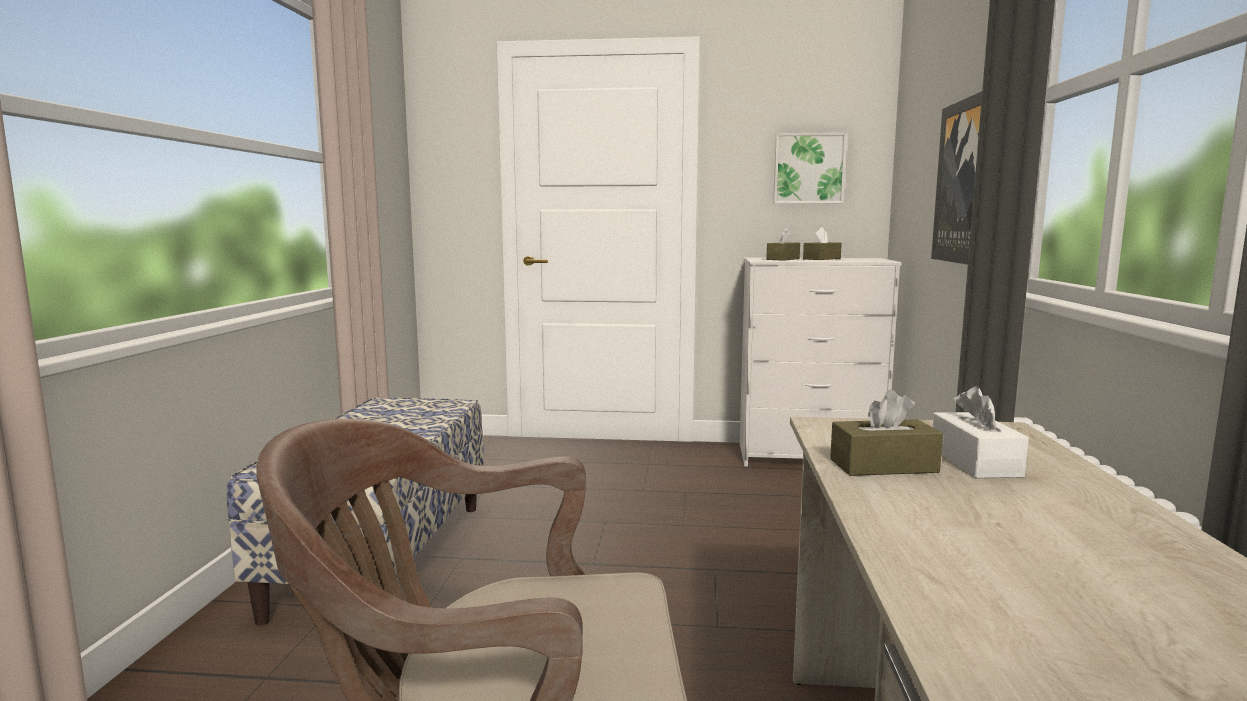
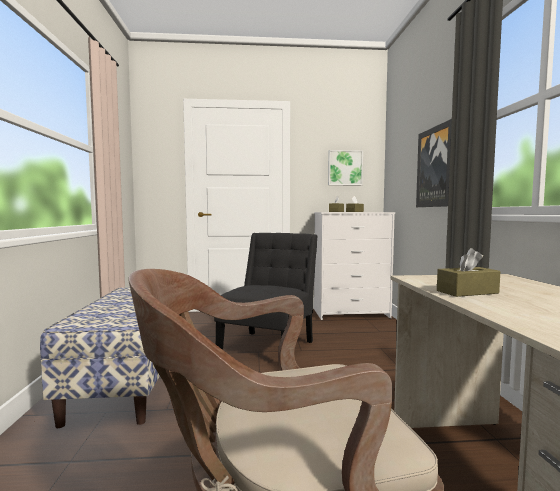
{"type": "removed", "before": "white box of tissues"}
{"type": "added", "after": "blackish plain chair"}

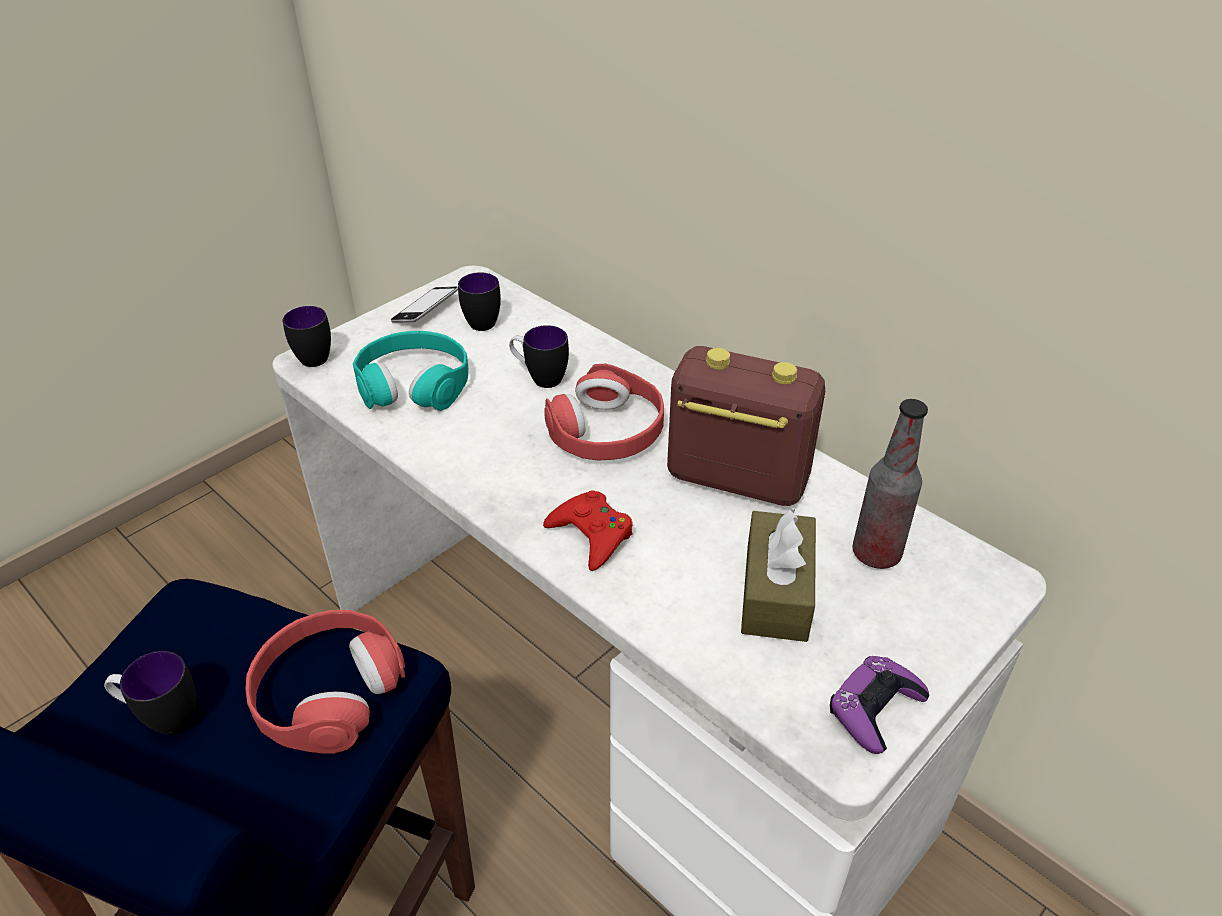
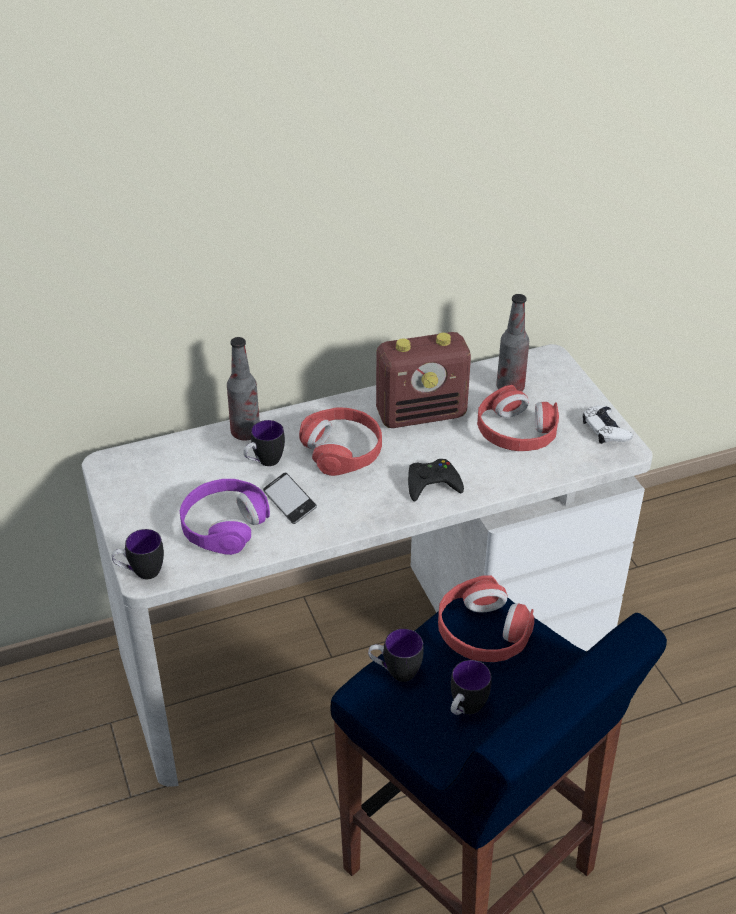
{"type": "recoloured", "before": "turquoise-coloured headphones", "after": "purple-coloured headphones"}
{"type": "moved", "before": "handset"}
{"type": "moved", "before": "tea mug (3rd from left)"}
{"type": "recoloured", "before": "reddish game controller", "after": "blackish game controller"}
{"type": "turned", "before": "radio", "turn": -150}
{"type": "replaced", "before": "brownish box of tissues", "after": "reddish headphones (3rd from left)"}
{"type": "recoloured", "before": "purple-coloured game controller", "after": "white game controller"}
{"type": "added", "after": "bottle (1st from left)"}

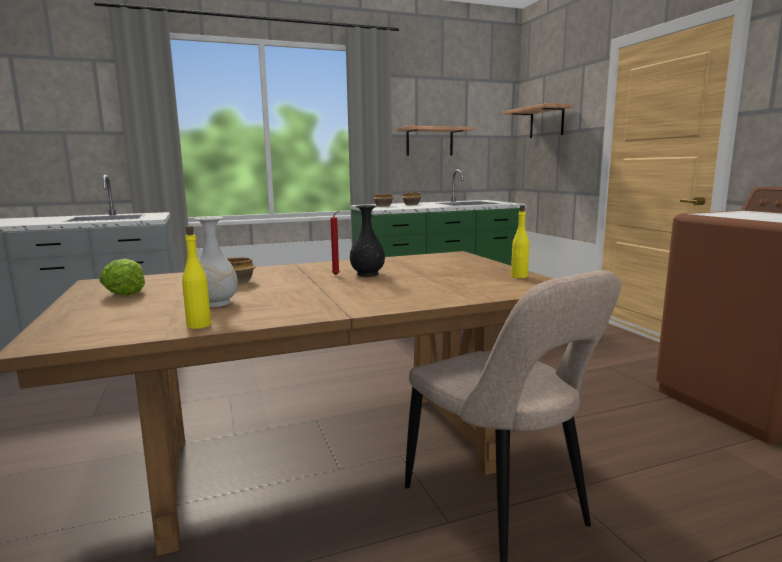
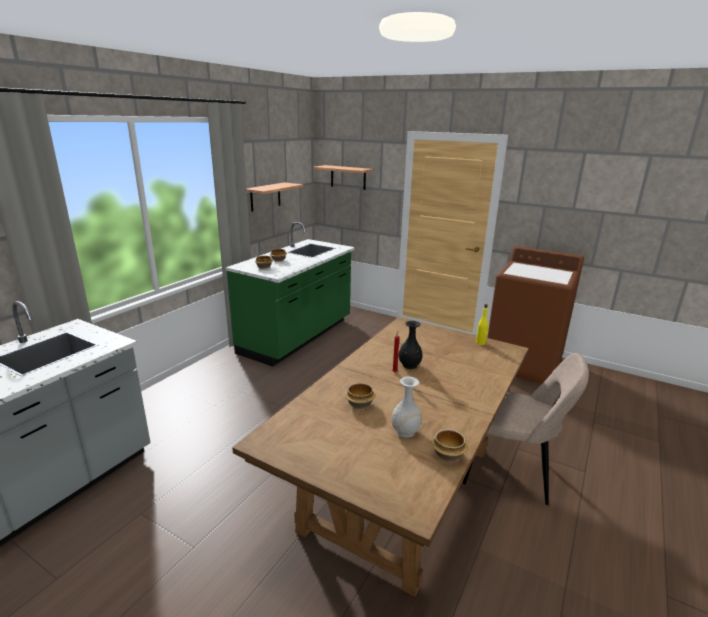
{"type": "removed", "before": "lettuce head"}
{"type": "replaced", "before": "yellow-coloured bottle (1st from left)", "after": "deep dish (4th from left)"}

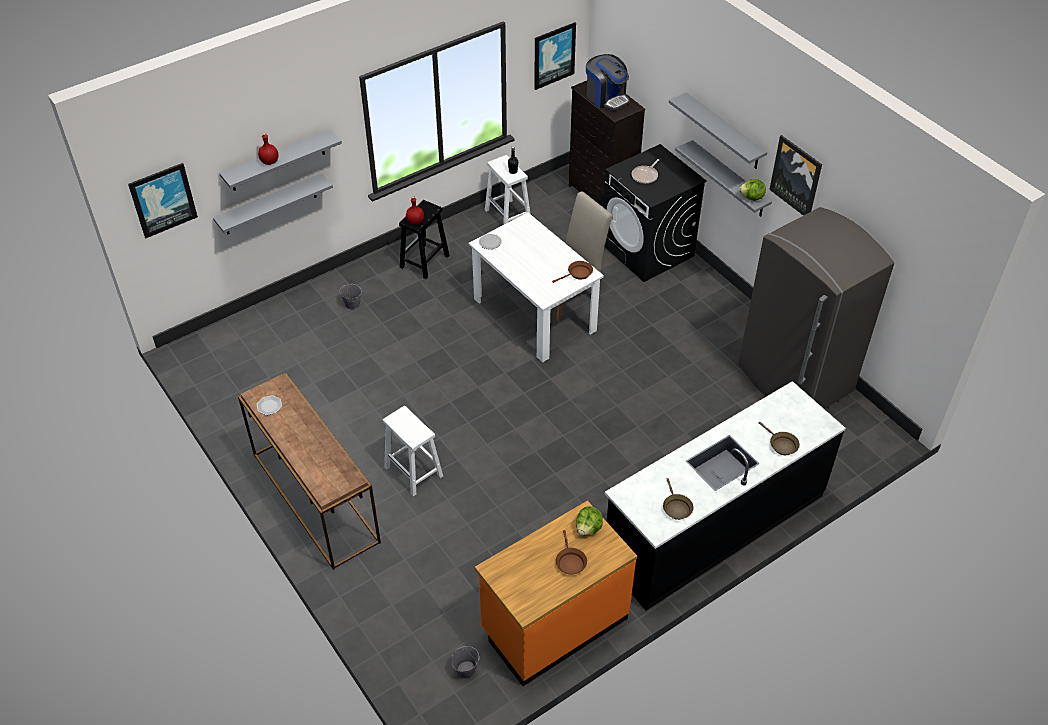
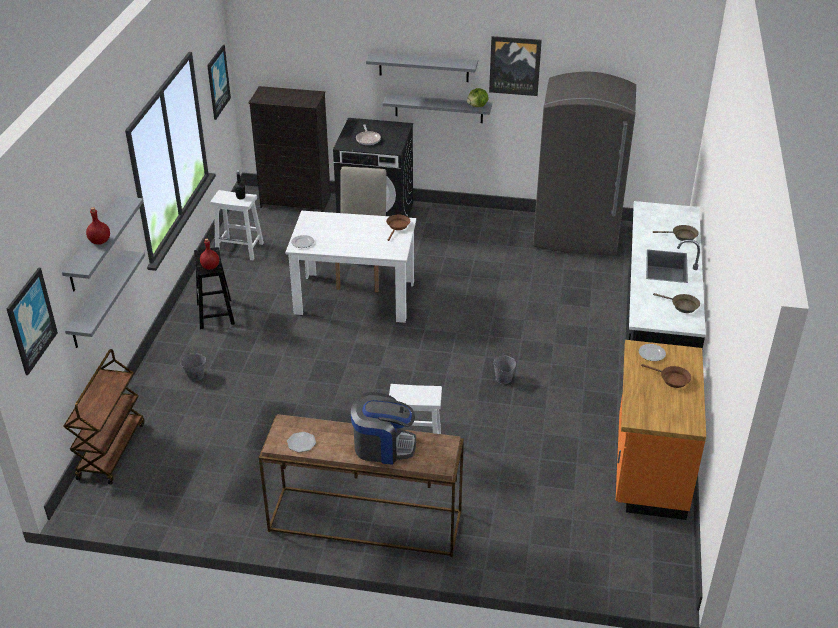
{"type": "moved", "before": "gray pail (2nd from left)"}
{"type": "replaced", "before": "lettuce head (1st from left)", "after": "plate (3rd from left)"}
{"type": "moved", "before": "coffee maker"}
{"type": "added", "after": "brownish trolley"}

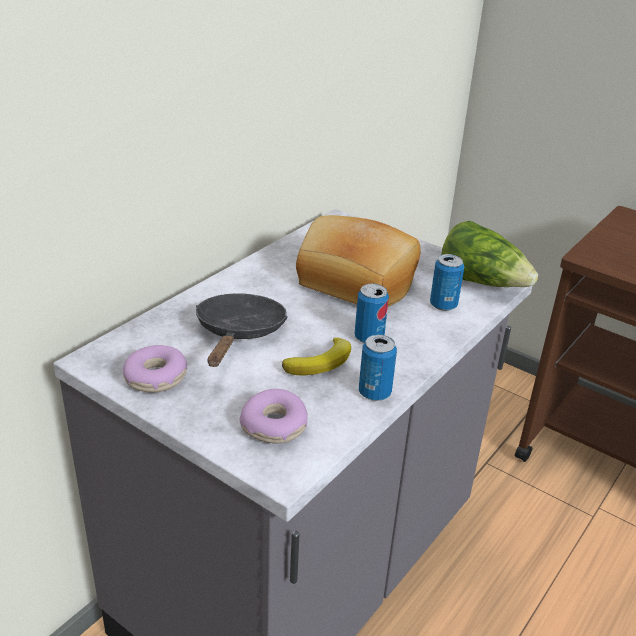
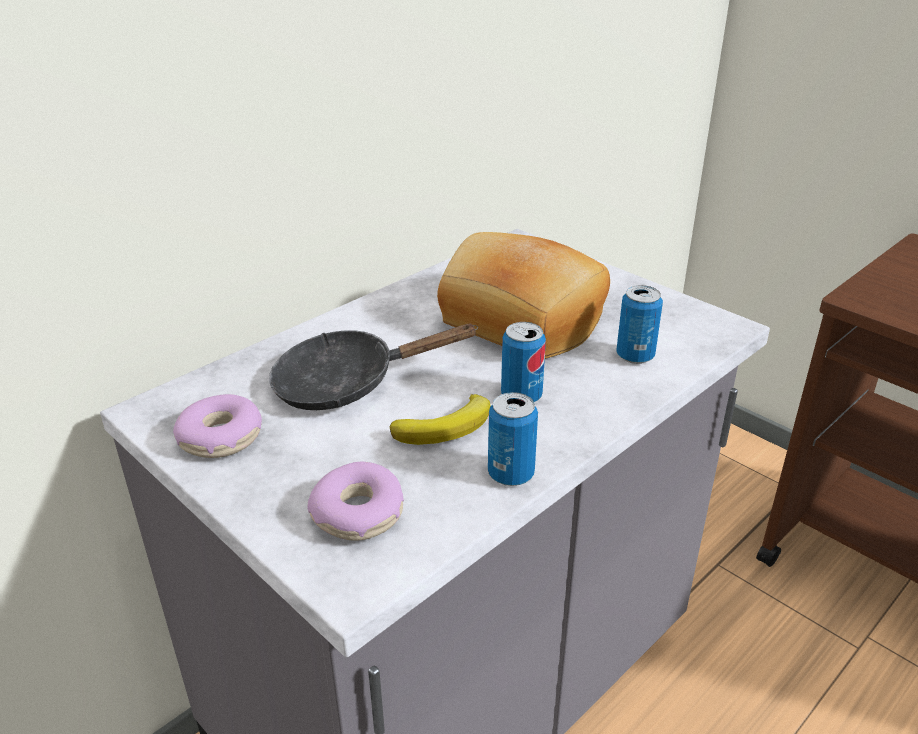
{"type": "turned", "before": "blackish skillet", "turn": -120}
{"type": "removed", "before": "lettuce head"}

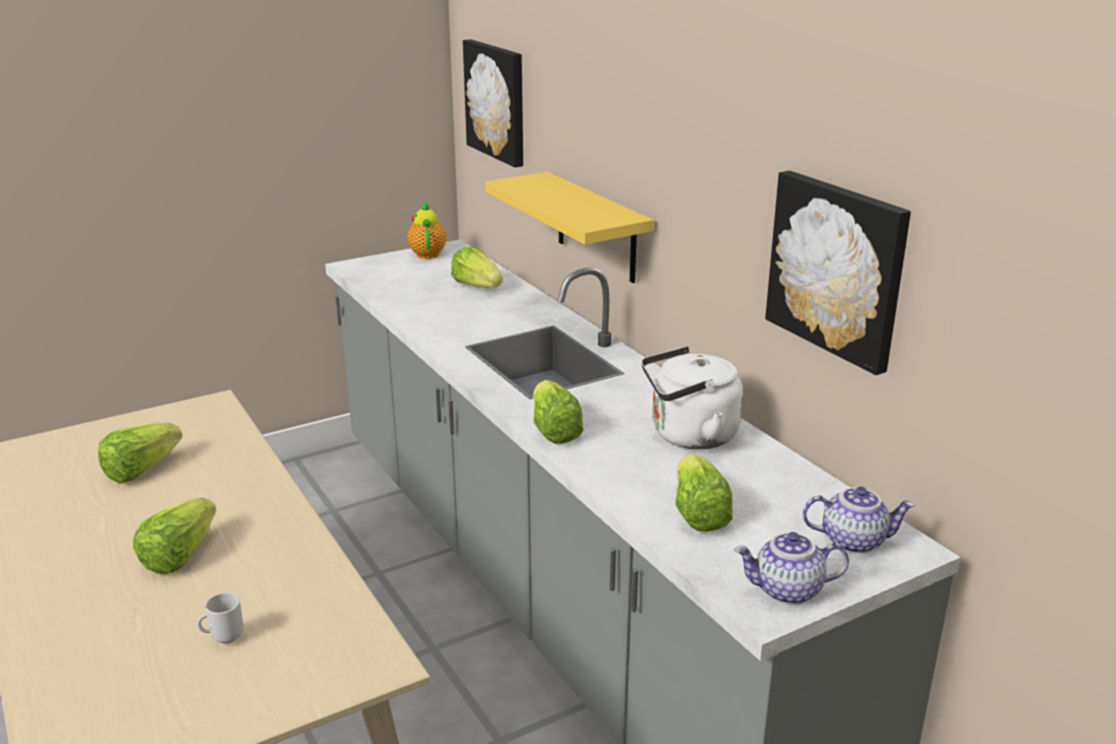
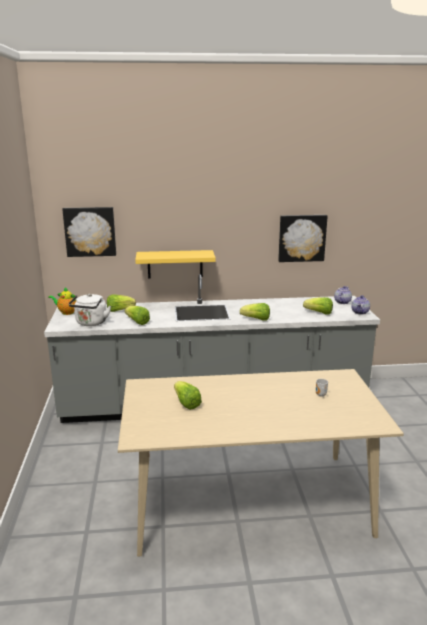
{"type": "moved", "before": "lettuce head (2nd from left)"}
{"type": "moved", "before": "white tea kettle"}

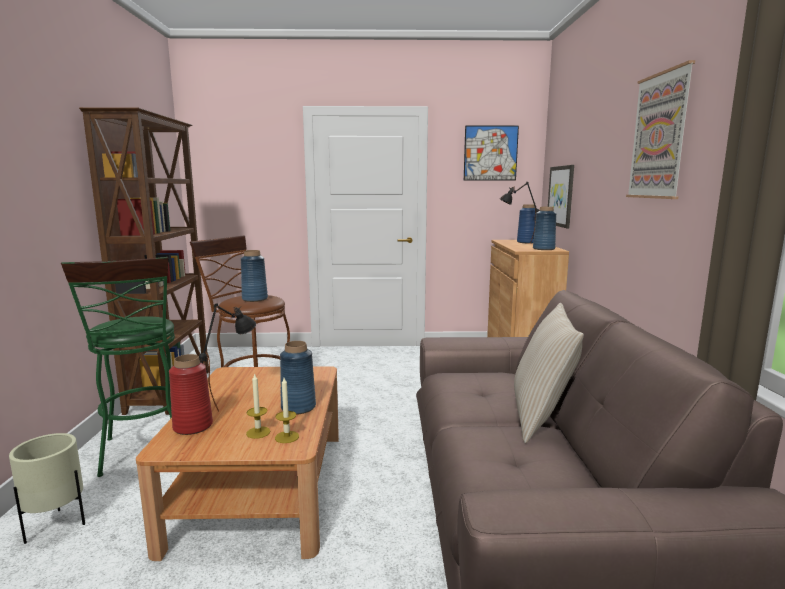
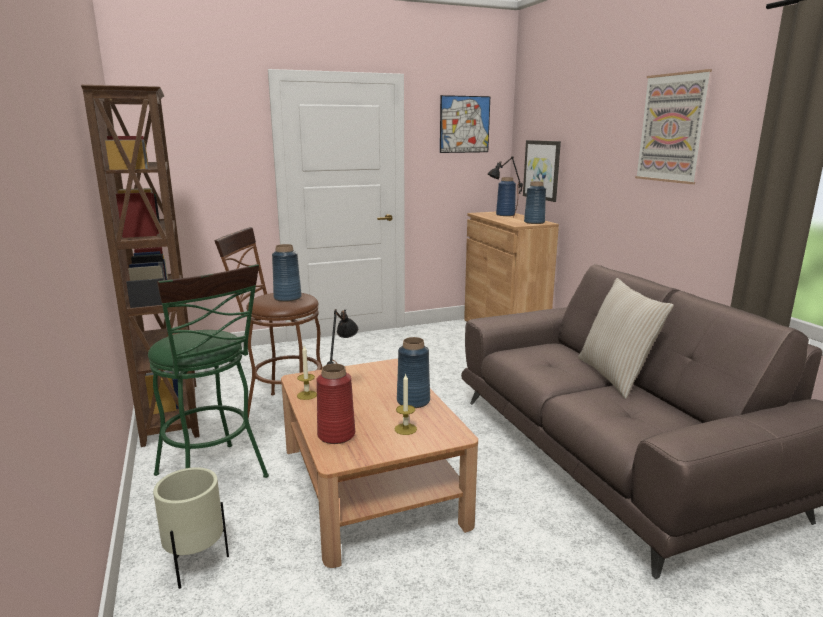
{"type": "moved", "before": "wax candle (2nd from left in the first image)", "after": "wax candle (1st from left)"}

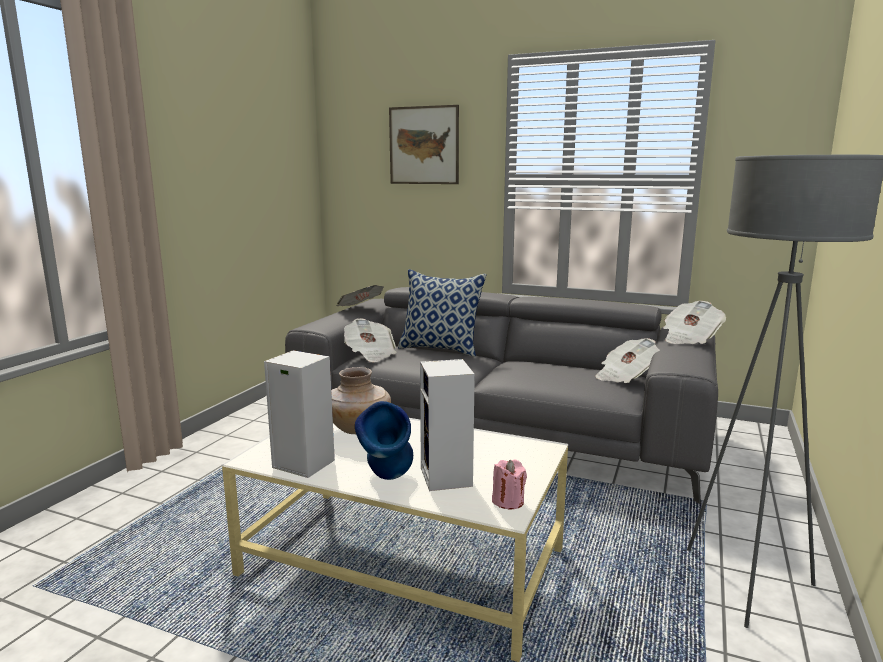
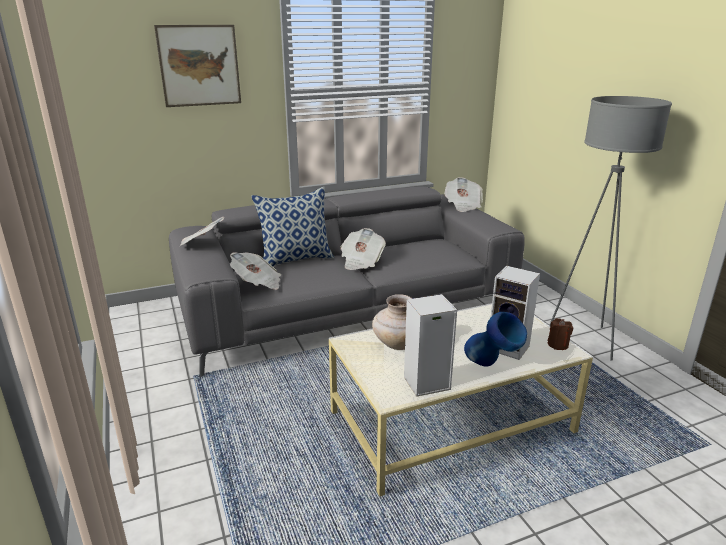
{"type": "recoloured", "before": "pinkish wax candle", "after": "brownish wax candle"}
{"type": "moved", "before": "daily paper (3rd from left)"}

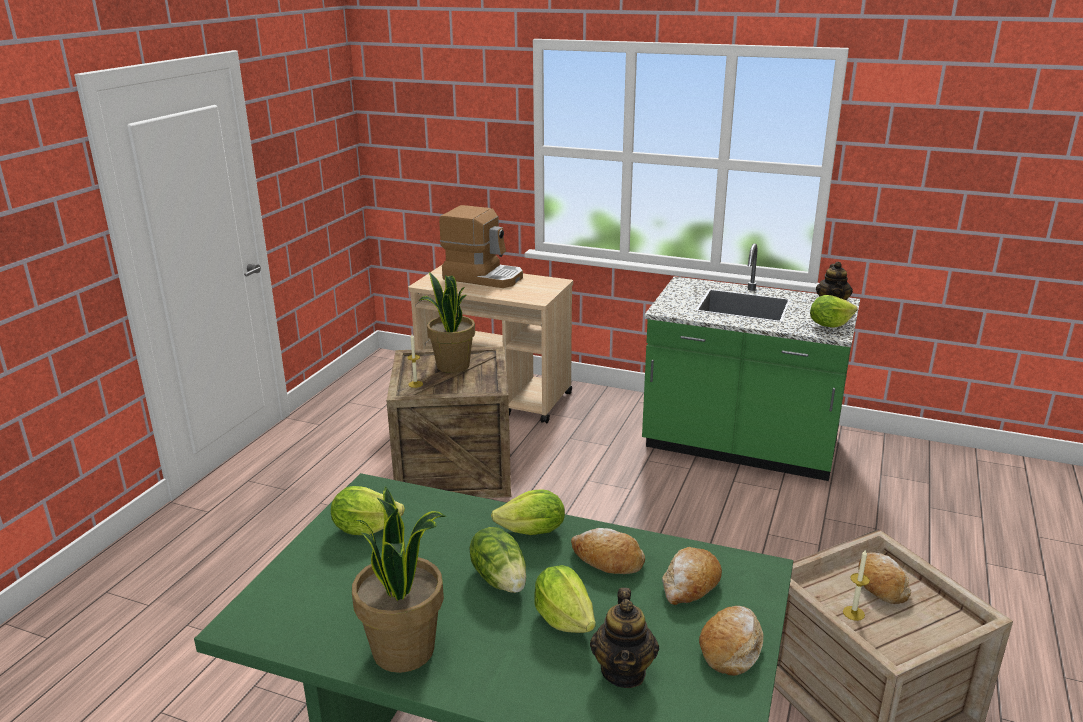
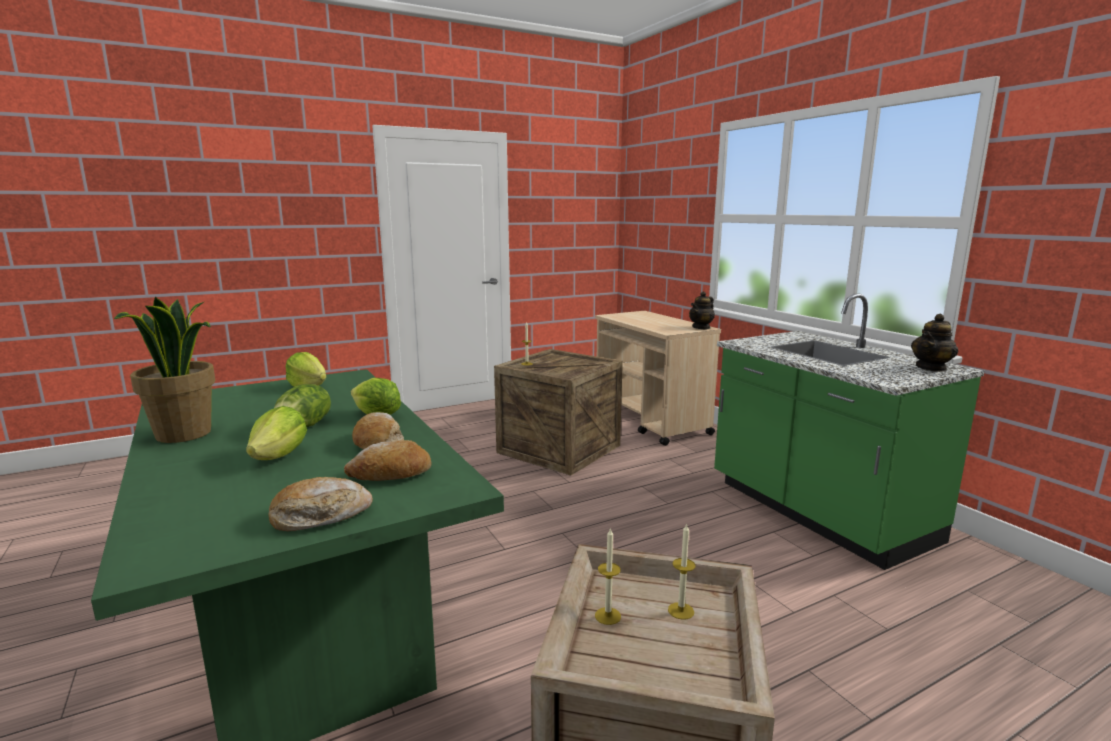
{"type": "removed", "before": "potted plant (2nd from left)"}
{"type": "removed", "before": "coffee maker"}
{"type": "moved", "before": "tea pot (1st from left)"}
{"type": "removed", "before": "lettuce head (5th from left)"}
{"type": "replaced", "before": "baked bread (4th from left)", "after": "wax candle (3rd from left)"}

